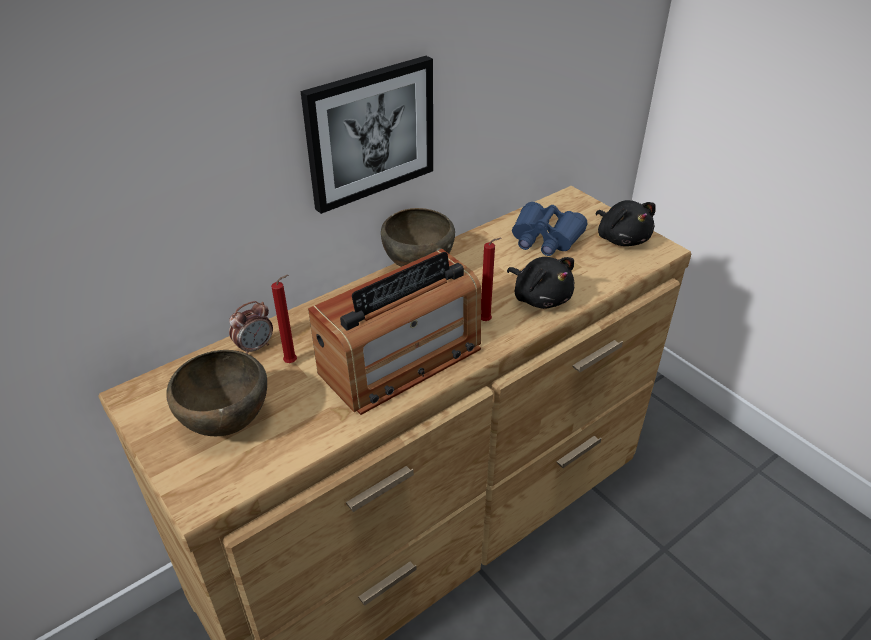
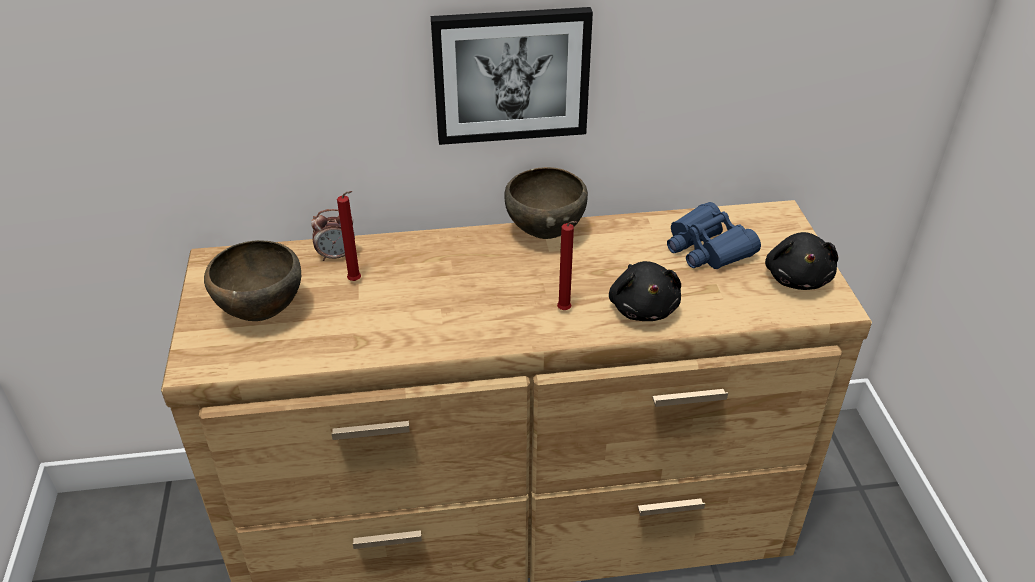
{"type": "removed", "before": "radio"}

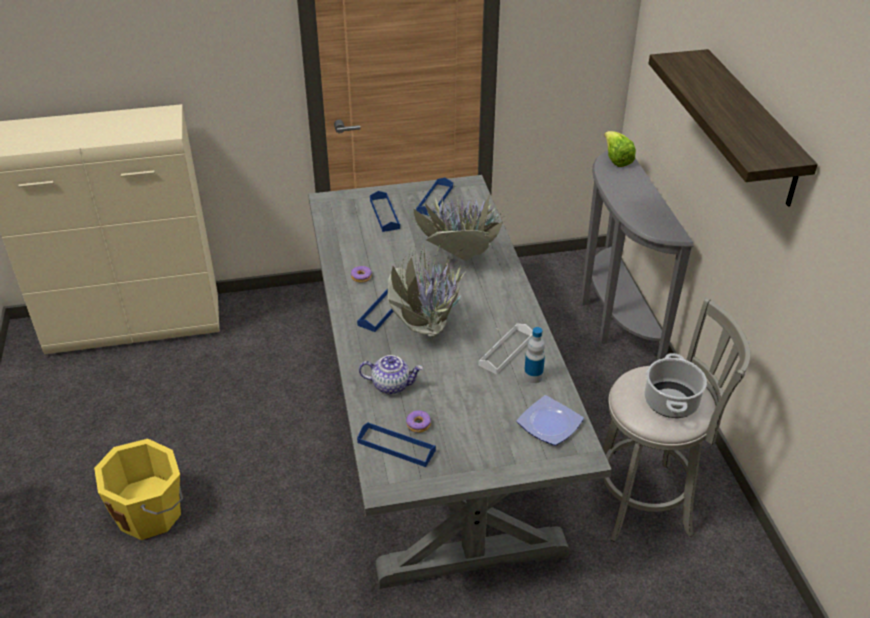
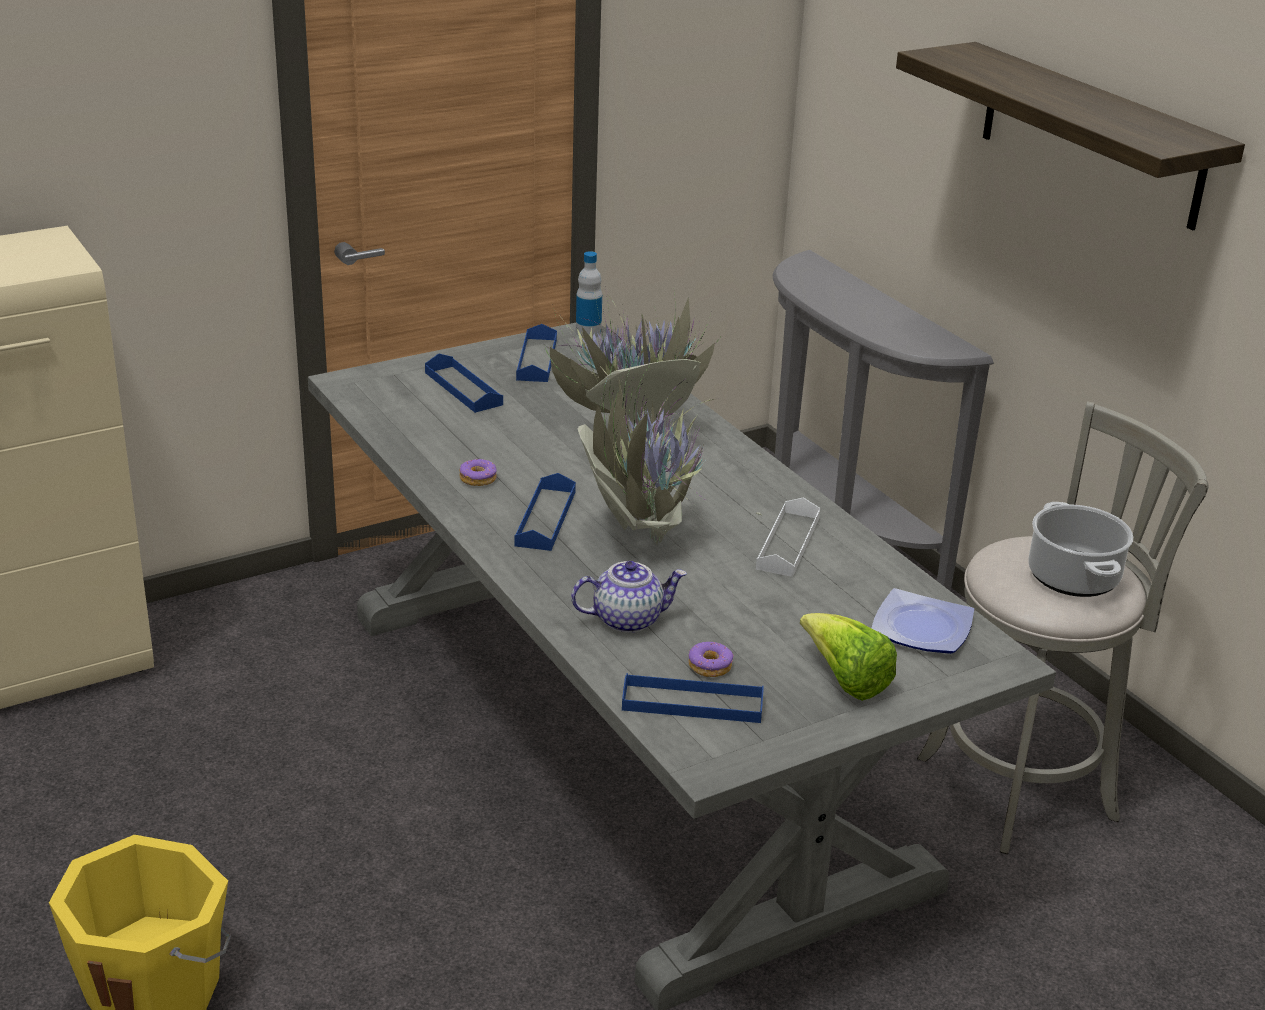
{"type": "moved", "before": "bottle"}
{"type": "moved", "before": "lettuce head"}

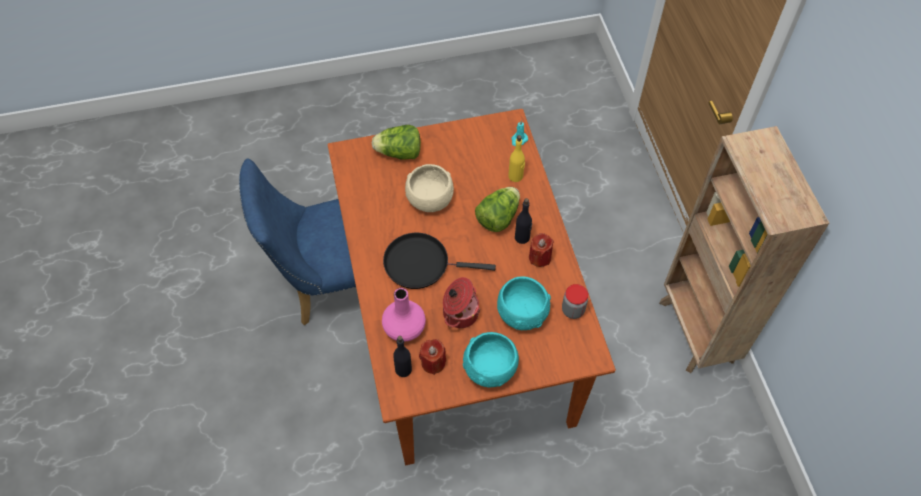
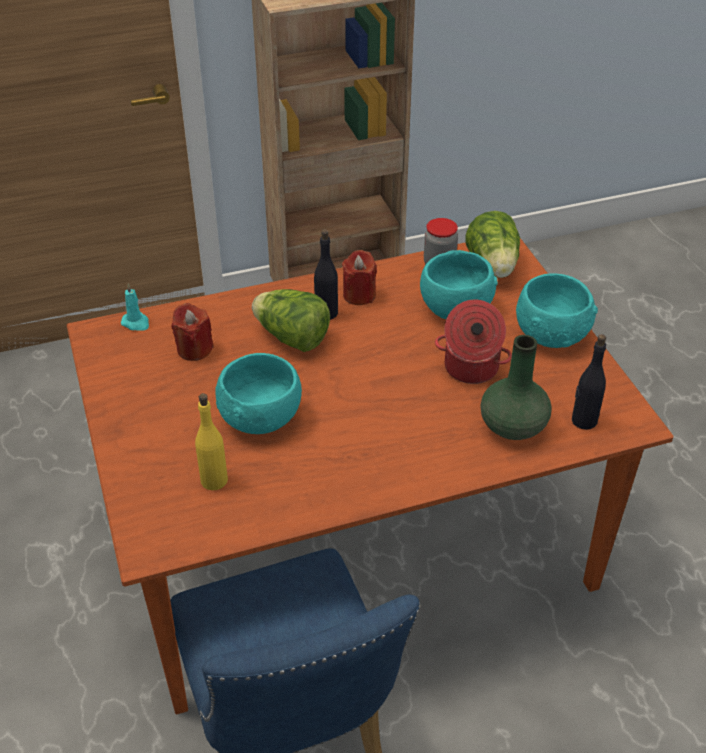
{"type": "moved", "before": "lettuce head (1st from left in the first image)", "after": "lettuce head (2nd from left)"}
{"type": "recoloured", "before": "pinkish vase", "after": "greenish vase"}
{"type": "removed", "before": "blackish skillet"}
{"type": "recoloured", "before": "beige deep dish", "after": "turquoise-coloured deep dish (1st from left)"}
{"type": "moved", "before": "reddish wax candle (1st from left)"}
{"type": "moved", "before": "yellow-coloured bottle"}

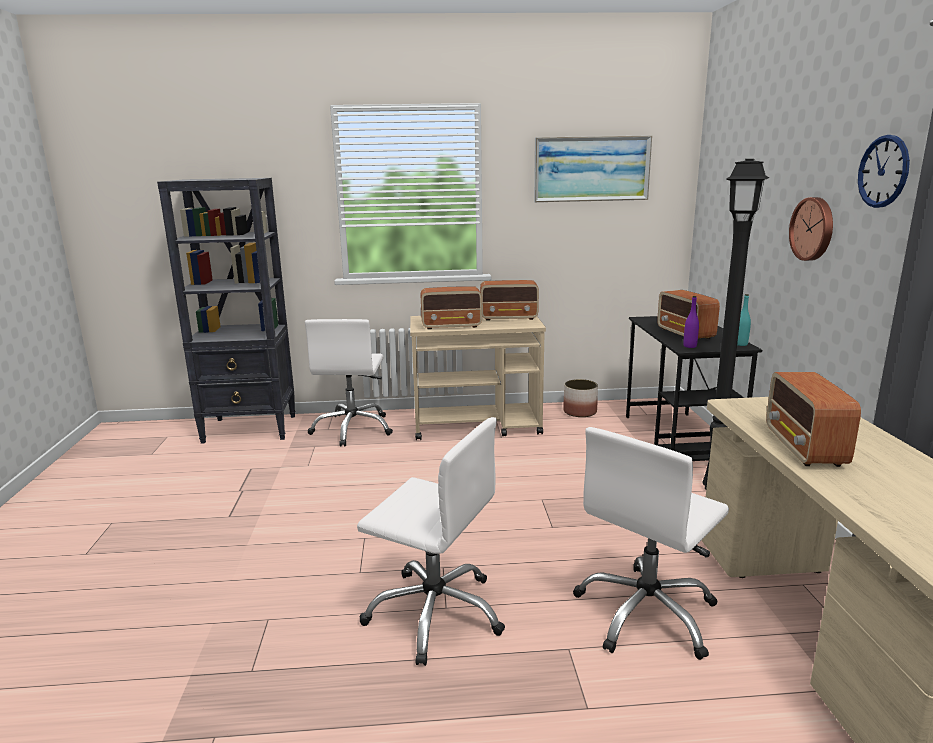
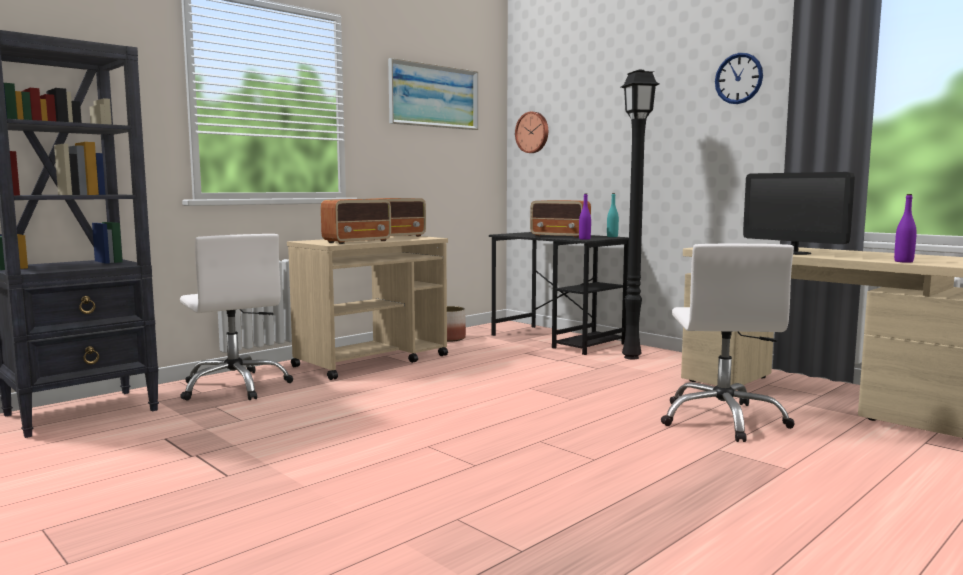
{"type": "removed", "before": "white office chair (2nd from left)"}
{"type": "replaced", "before": "radio (4th from left)", "after": "monitor"}
{"type": "moved", "before": "wall clock (1st from left)"}
{"type": "added", "after": "purple-coloured bottle (2nd from left)"}

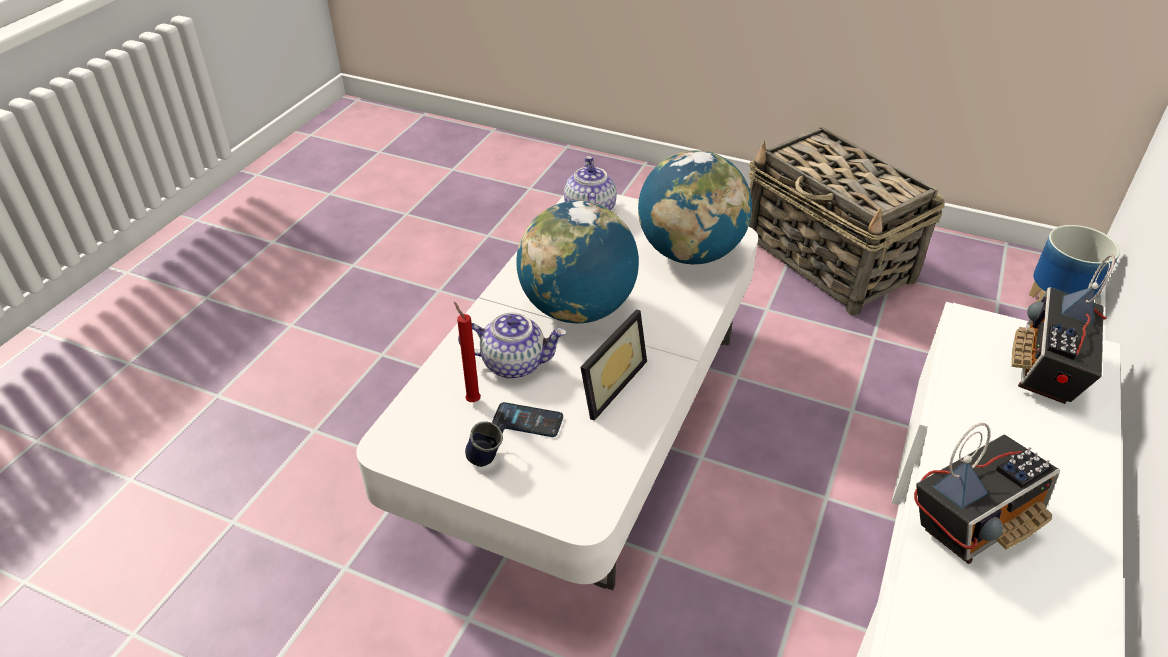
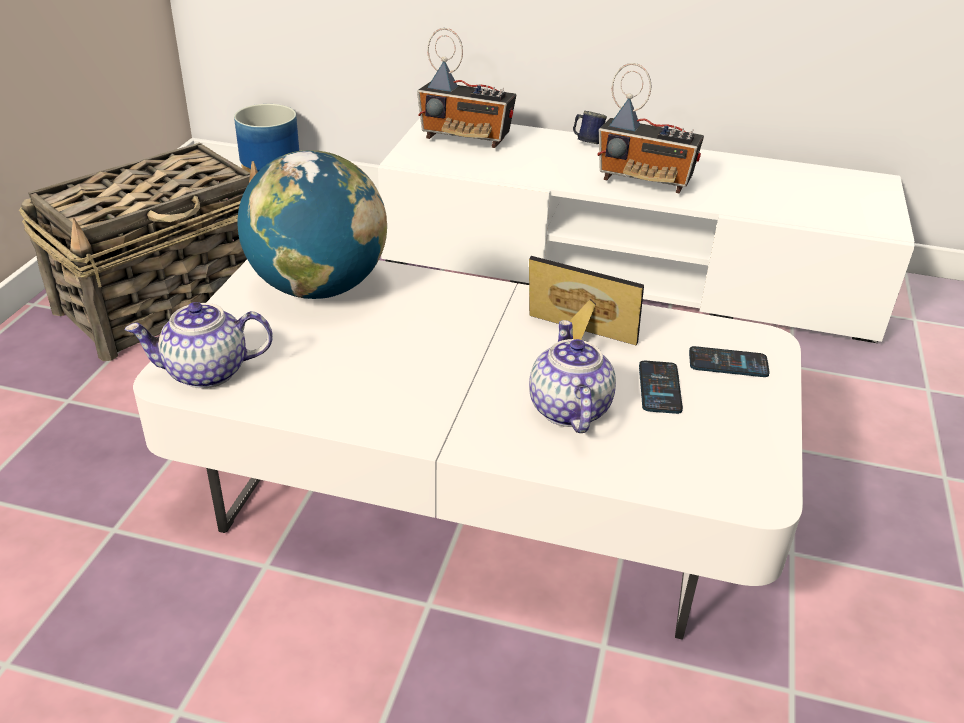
{"type": "removed", "before": "reddish wax candle"}
{"type": "moved", "before": "bluish tea mug"}
{"type": "removed", "before": "desk globe (1st from left)"}
{"type": "turned", "before": "radio (1st from left in the first image)", "turn": 150}
{"type": "added", "after": "handset (2nd from left)"}

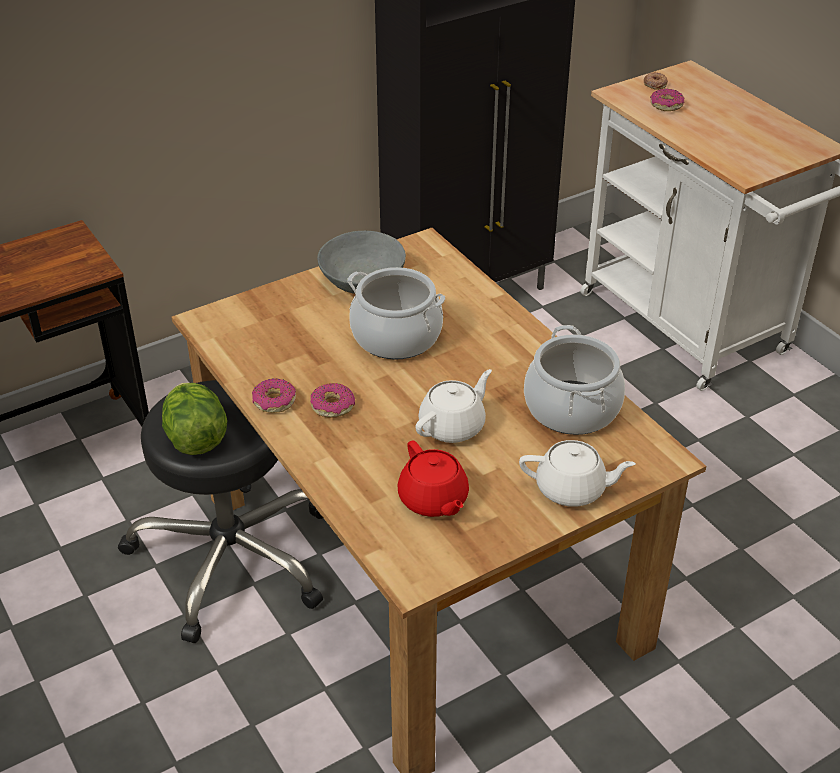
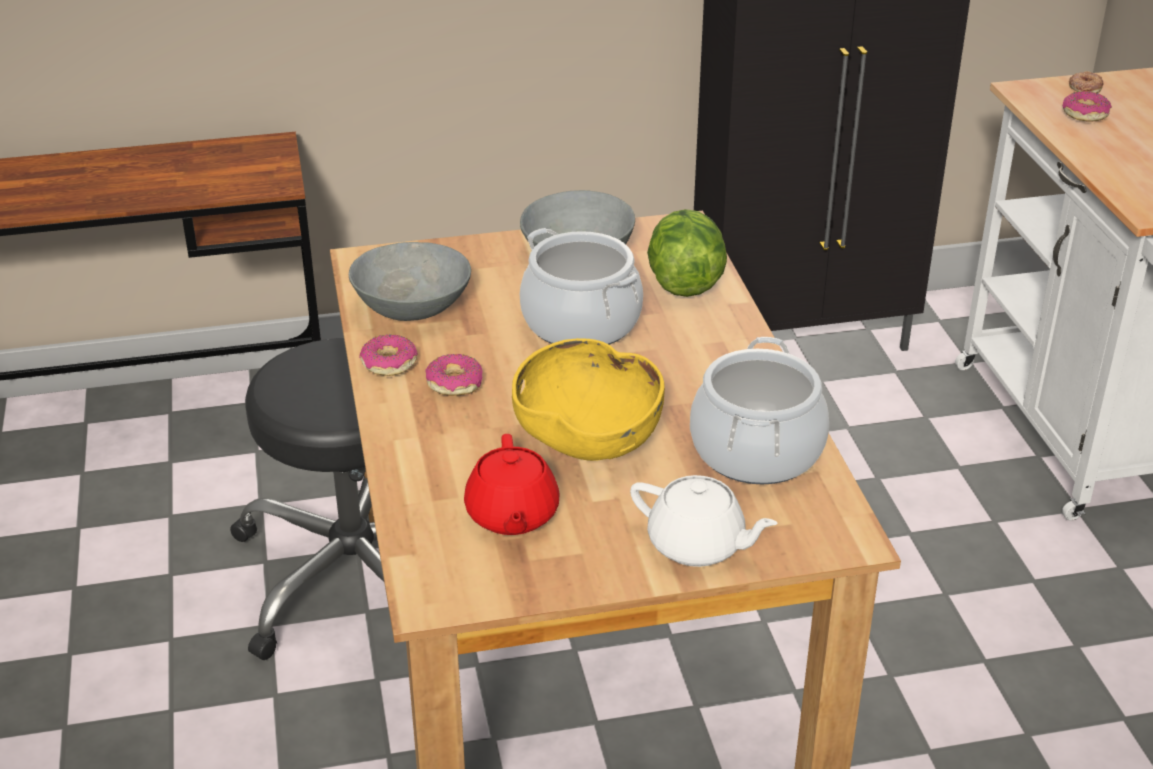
{"type": "moved", "before": "lettuce head"}
{"type": "replaced", "before": "white tea pot (1st from left)", "after": "yellow-coloured deep dish"}
{"type": "added", "after": "gray deep dish (1st from left)"}

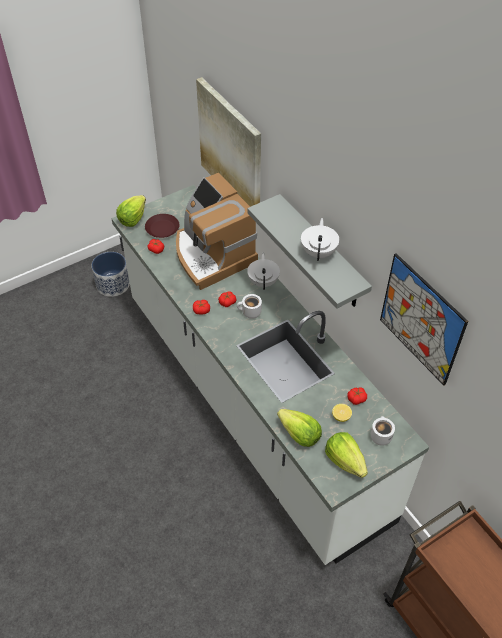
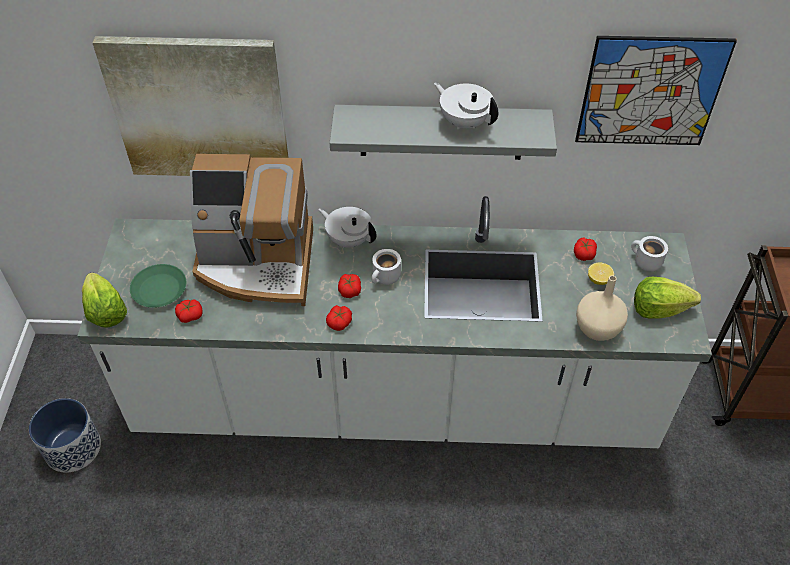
{"type": "recoloured", "before": "brownish plate", "after": "greenish plate"}
{"type": "replaced", "before": "lettuce head (2nd from left)", "after": "beige vase"}

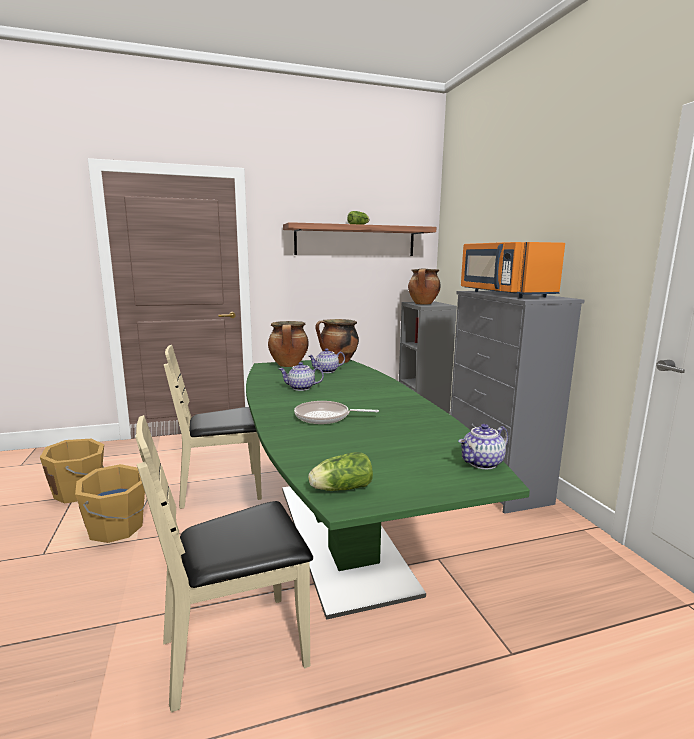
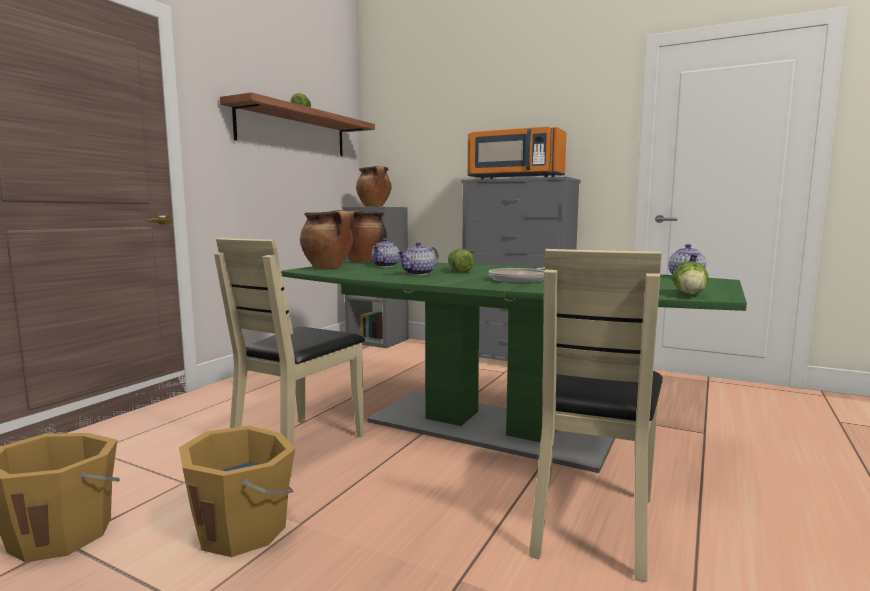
{"type": "added", "after": "lettuce head (2nd from left)"}

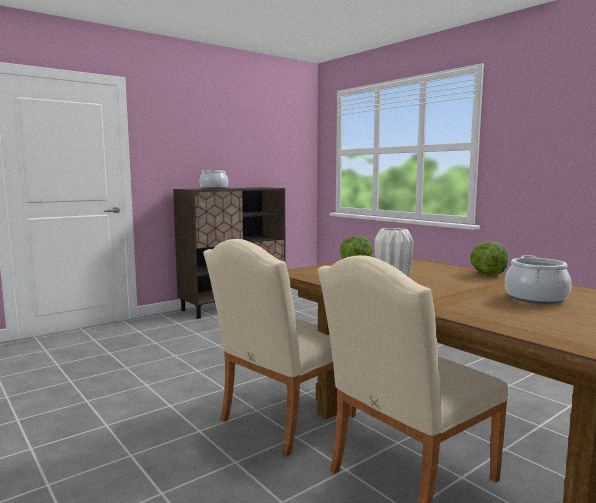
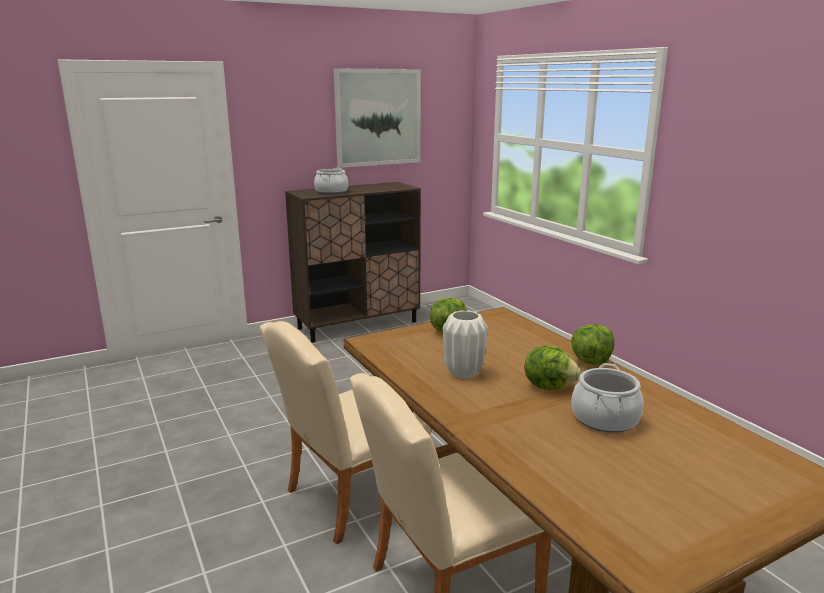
{"type": "added", "after": "picture"}
{"type": "added", "after": "lettuce head (2nd from left)"}

